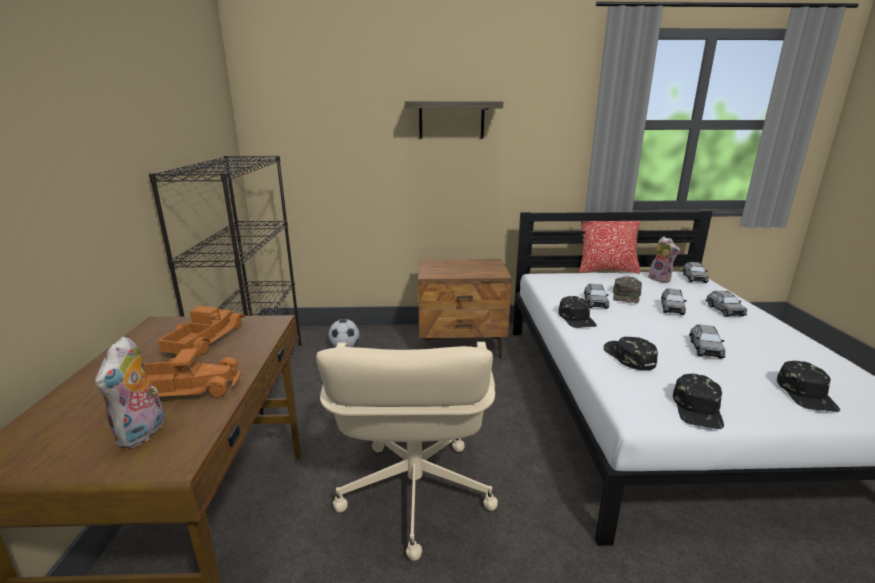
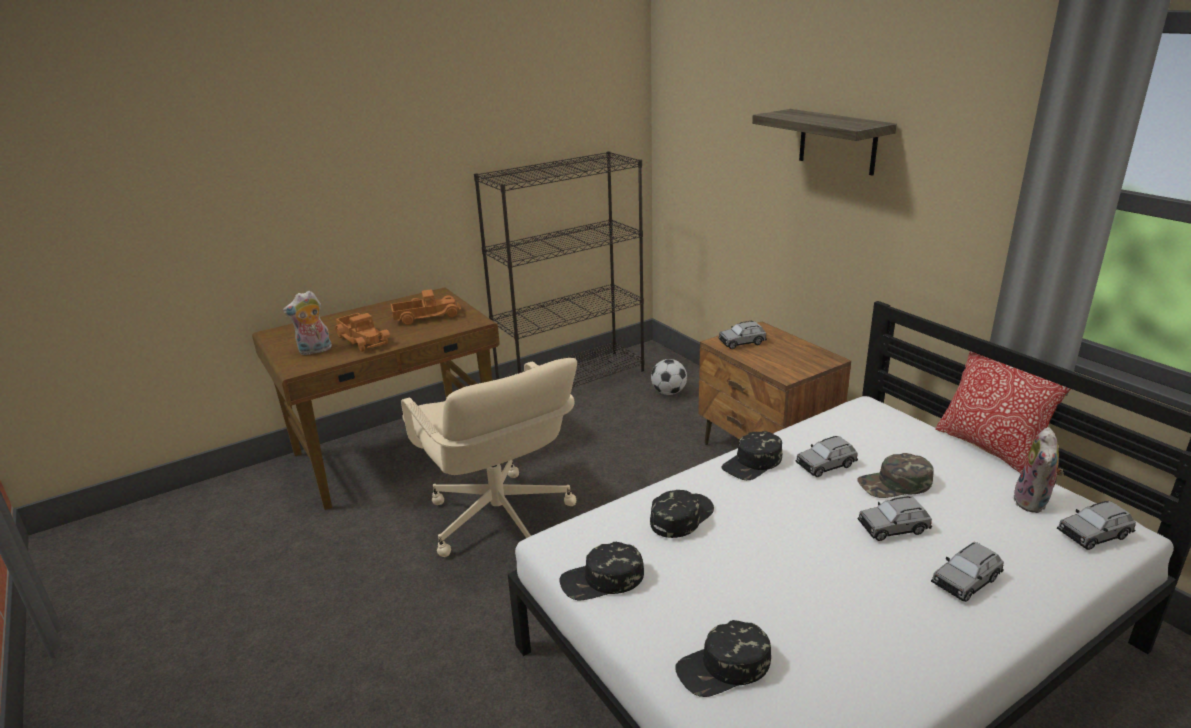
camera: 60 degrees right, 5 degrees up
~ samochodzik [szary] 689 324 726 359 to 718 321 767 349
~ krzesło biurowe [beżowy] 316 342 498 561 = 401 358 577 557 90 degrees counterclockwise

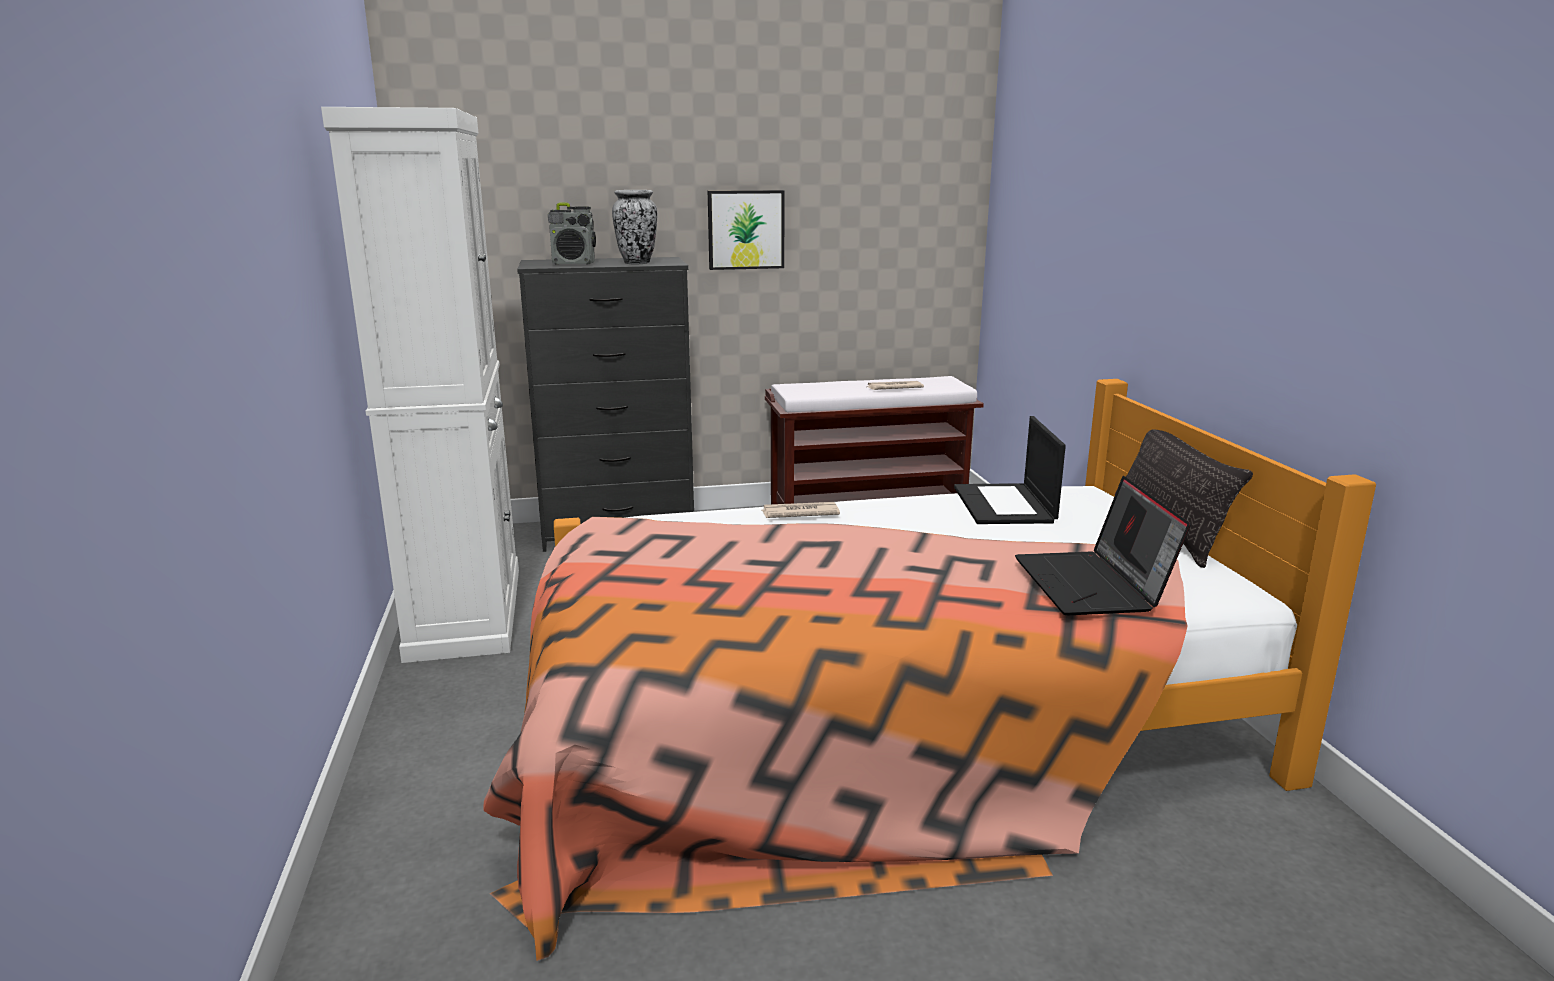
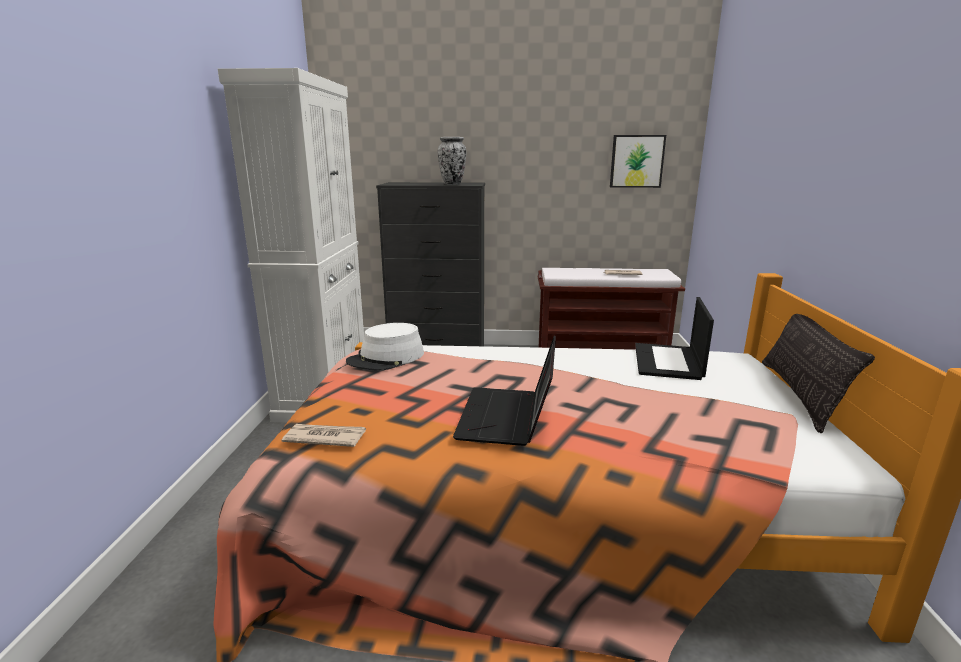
camera: 15 degrees right, 0 degrees up
- radio 548 203 596 265
+ kapelusz [biały] 346 323 424 371
~ obraz 708 190 784 270 to 610 135 666 188
~ gazeta 762 502 840 518 to 282 424 366 447
~ laptop 1015 476 1191 615 to 453 335 556 446

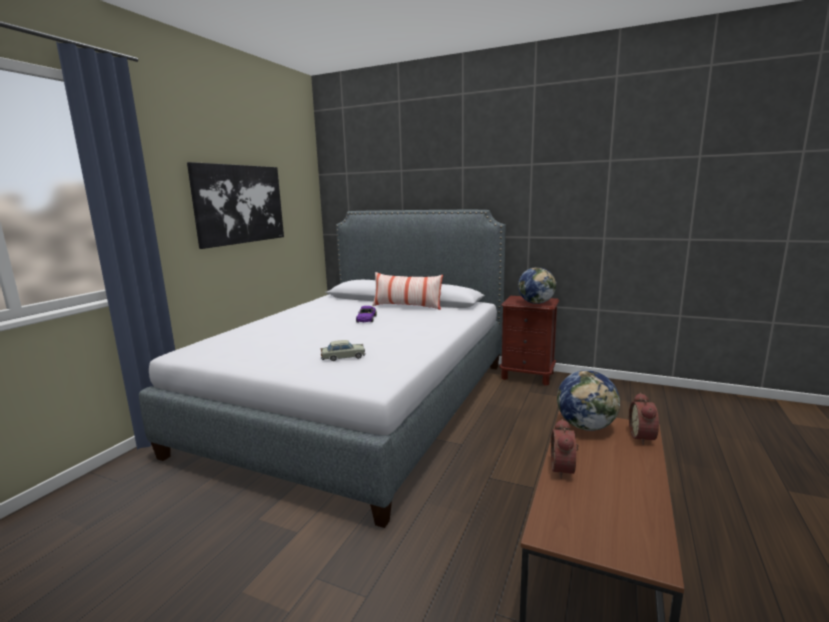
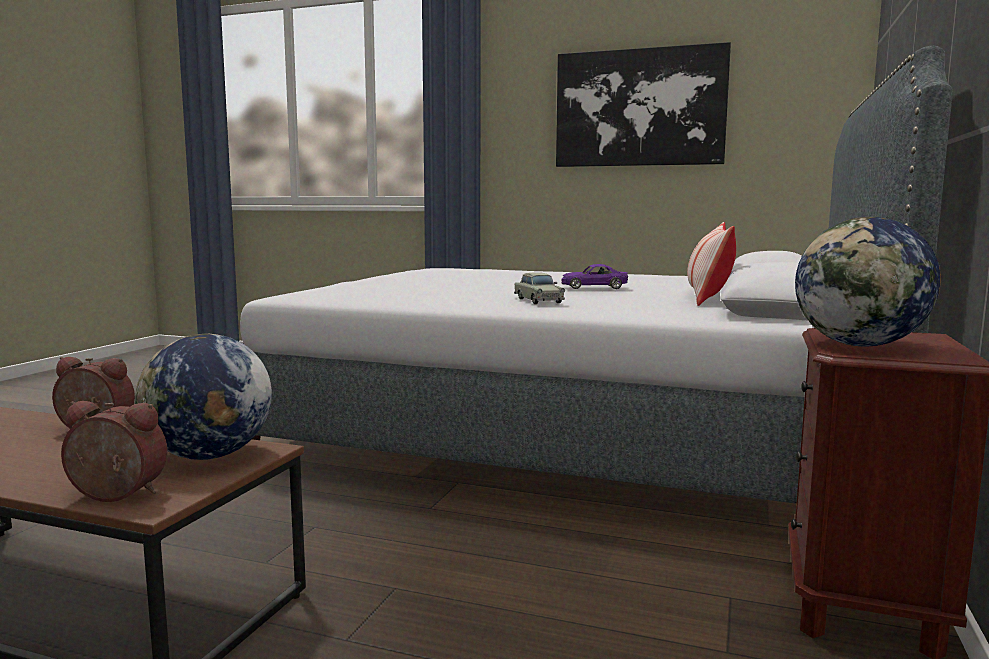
camera: 85 degrees right, 5 degrees down
~ samochodzik [beżowy] 321 340 366 361 to 514 272 565 304

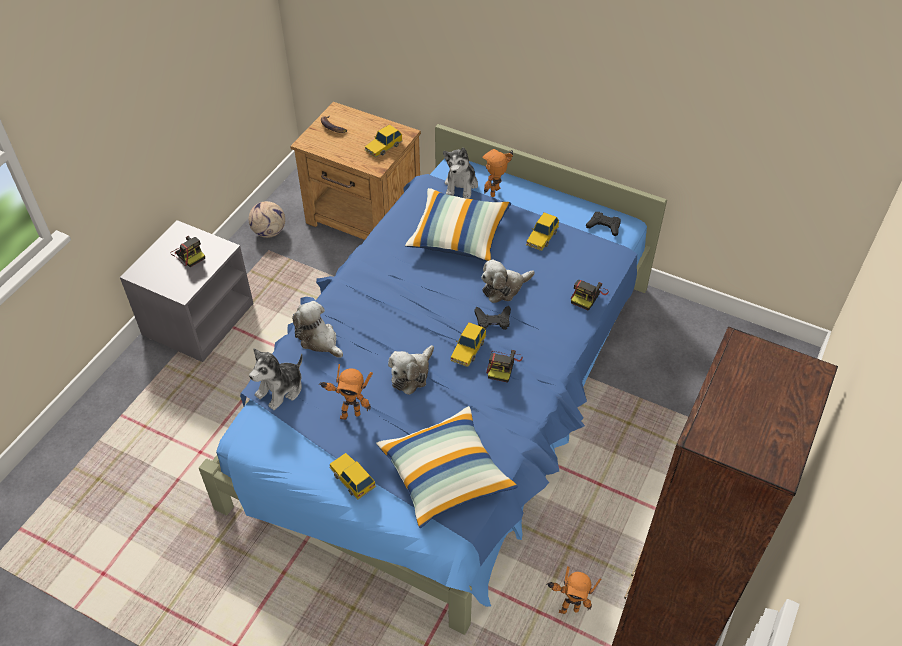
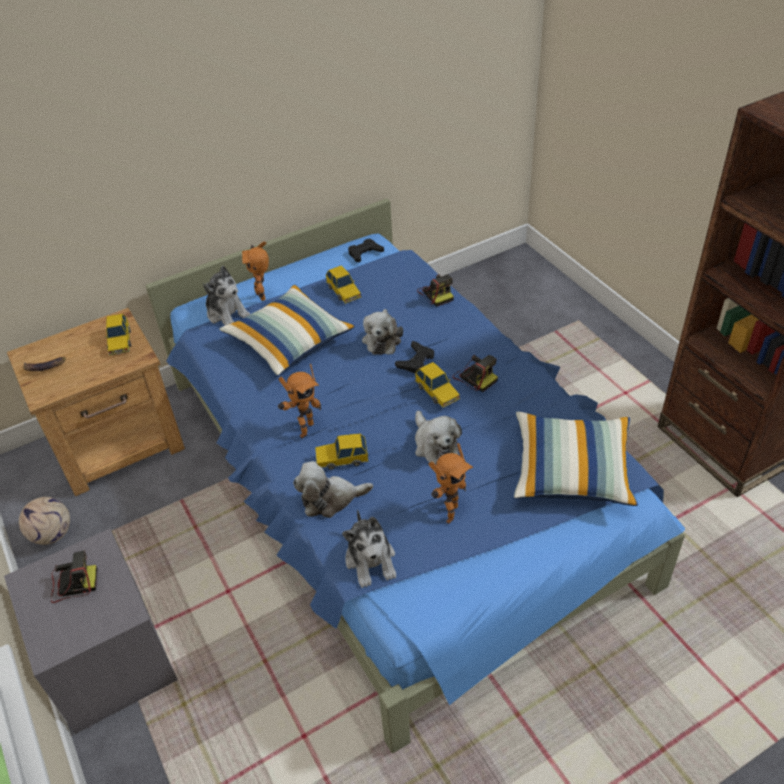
camera: 55 degrees left, 5 degrees down
~ samochodzik 329 453 376 500 to 315 433 369 470
~ robot zabawkowy 546 566 601 614 to 278 364 321 438

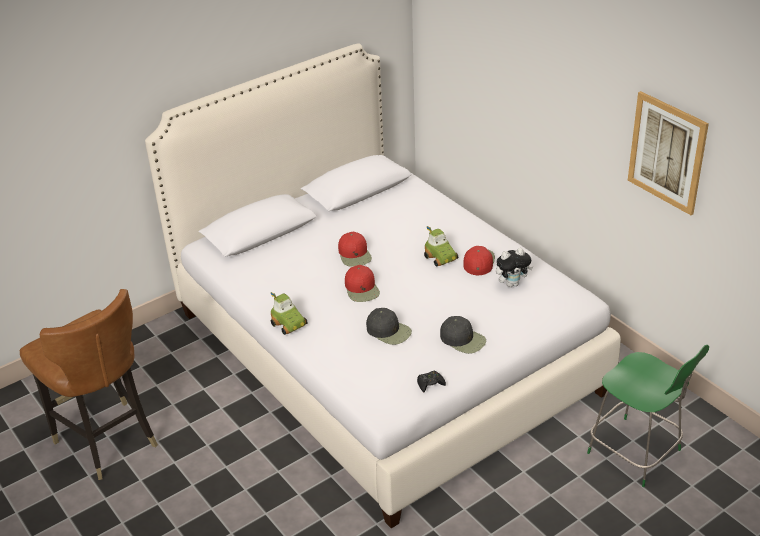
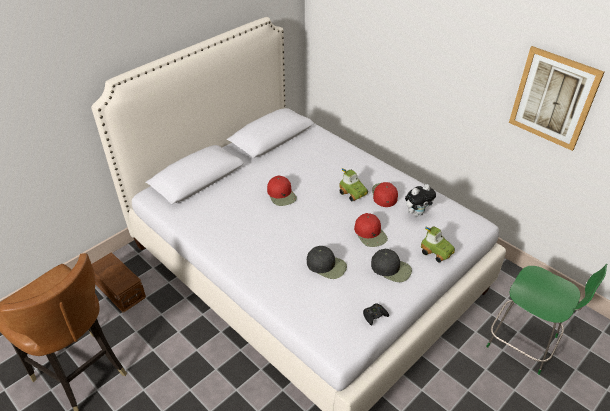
camera: 10 degrees left, 5 degrees up
+ pojemnik do przechowywania [brązowy] 92 252 146 313
~ samochodzik 271 292 308 335 to 421 226 455 263
~ czapka z daszkiem [czerwony] 345 265 380 302 to 354 213 388 247

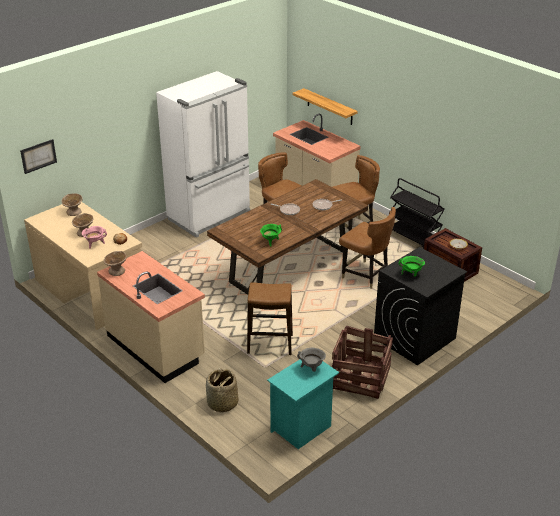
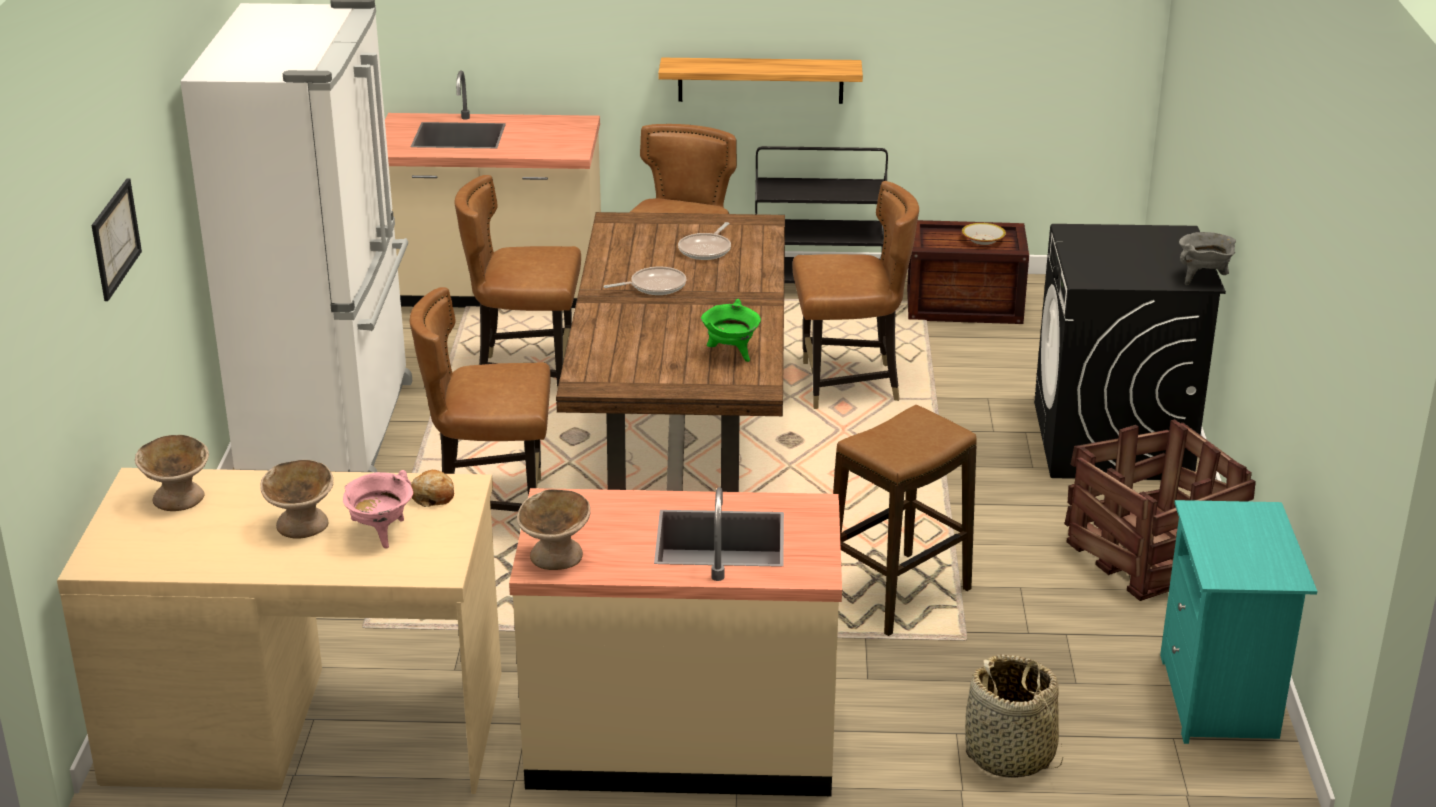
camera: 45 degrees left, 5 degrees down
- garnek [zielony] 399 256 425 277
+ krzesło [brązowy] 410 287 551 512
~ obraz 20 139 57 174 to 92 178 142 301
~ półka 292 88 358 125 to 658 58 863 104
~ garnek [szary] 297 348 326 372 to 1179 232 1236 285

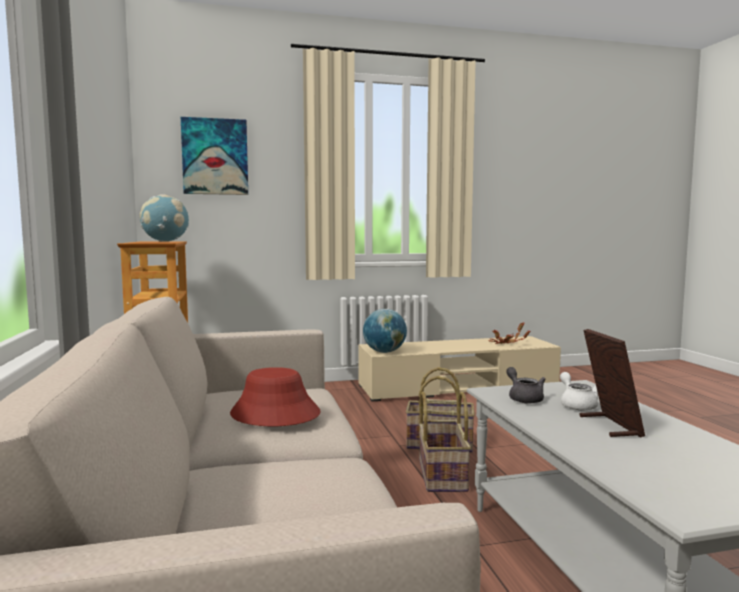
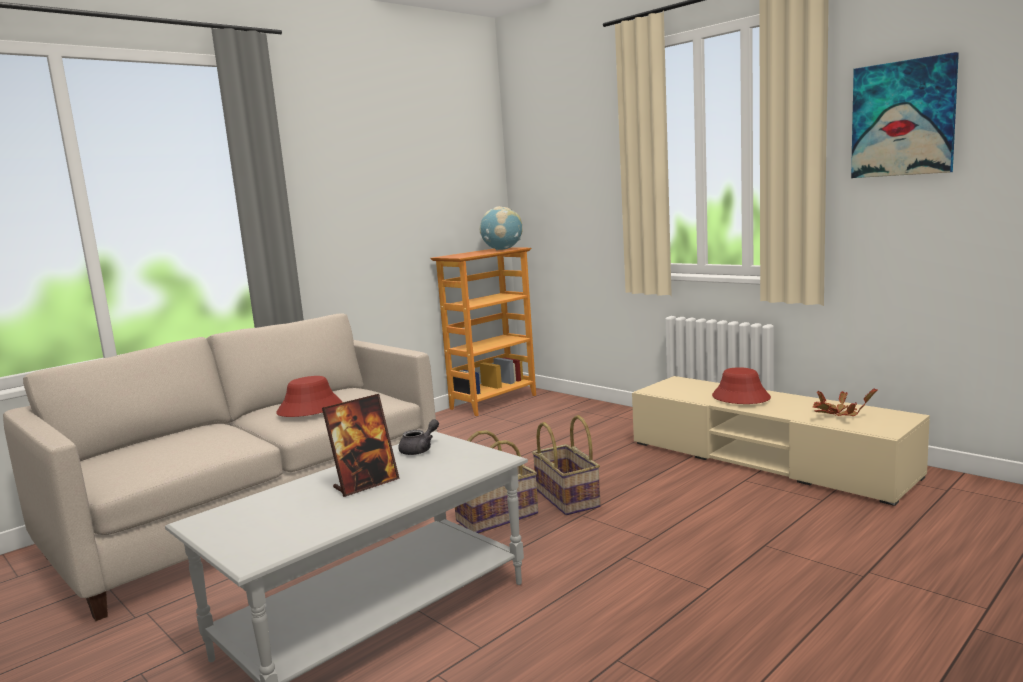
camera: 60 degrees right, 5 degrees up
- globus 363 309 407 353
- imbryk [biały] 560 372 598 410
+ kapelusz [czerwony] 712 367 771 404
~ obraz 181 117 248 195 to 851 52 959 178

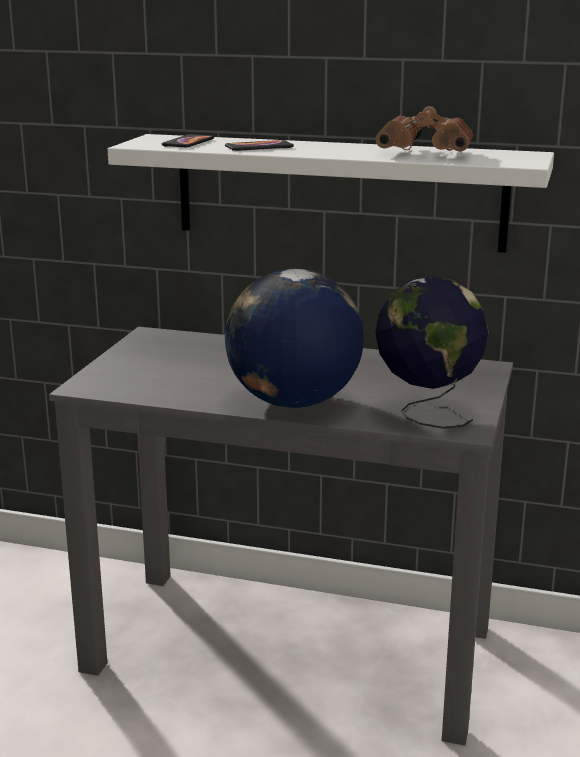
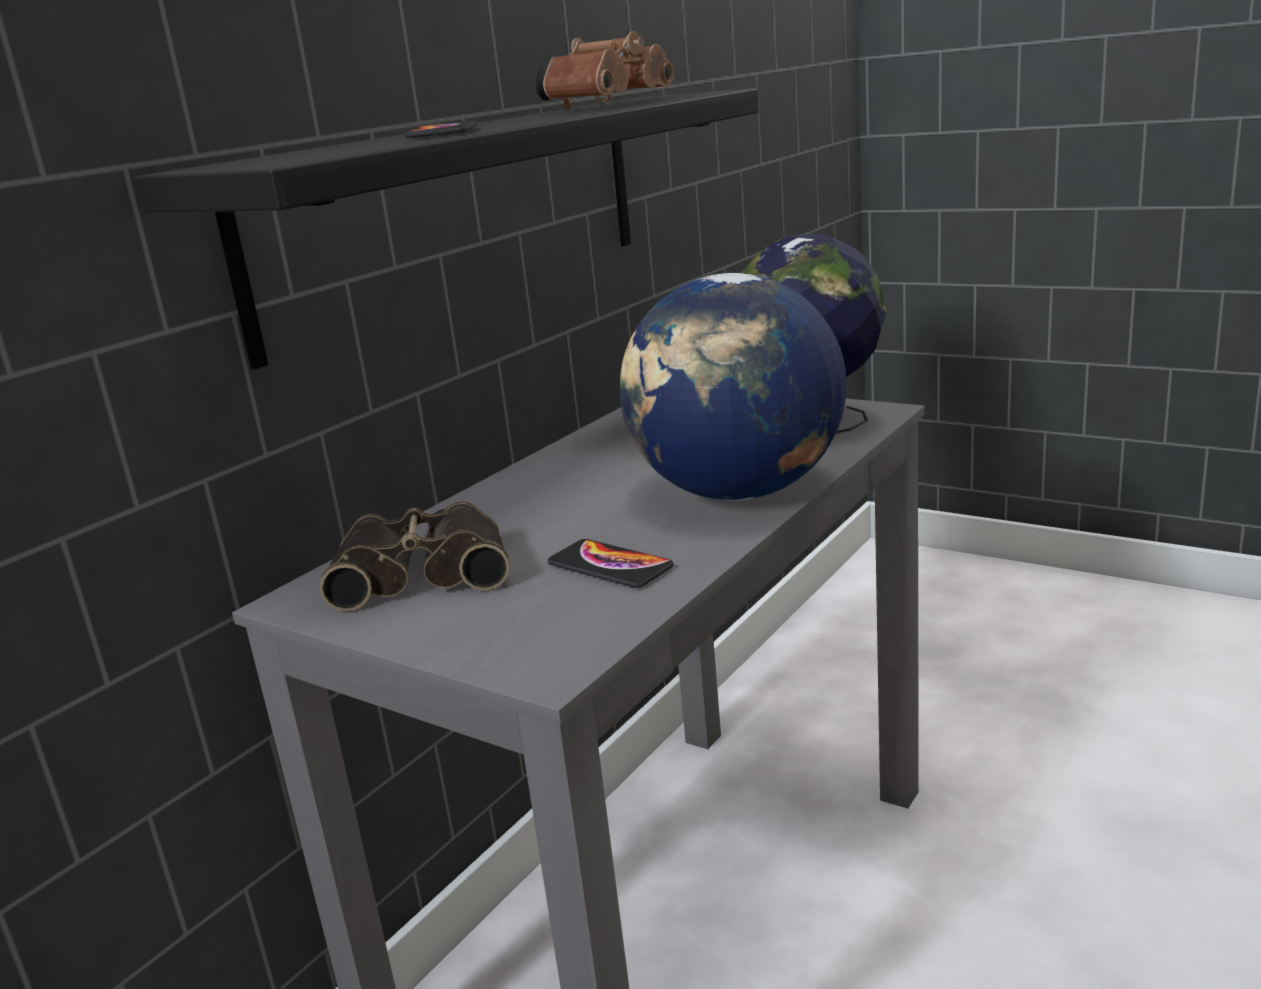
camera: 70 degrees left, 0 degrees up
+ lornetka 319 501 510 611
~ telefon 162 134 214 147 to 548 539 674 588
~ półka [biały] 107 134 554 253 to półka [czarny] 135 88 759 369

